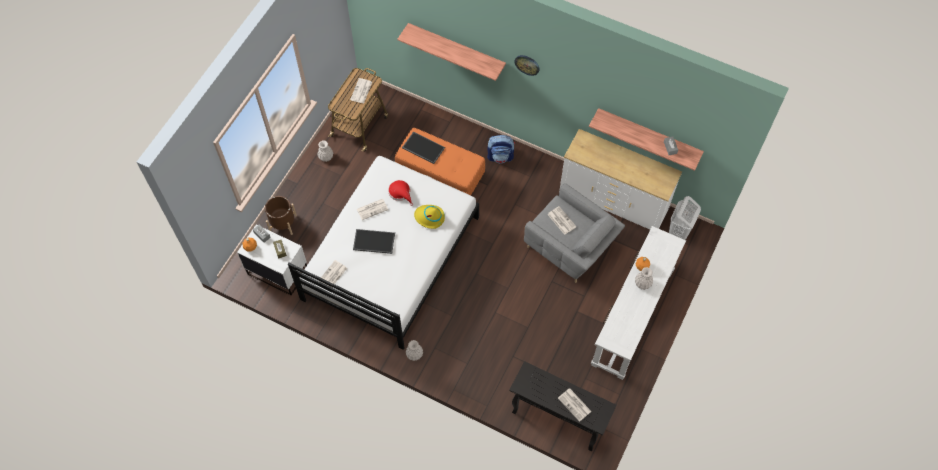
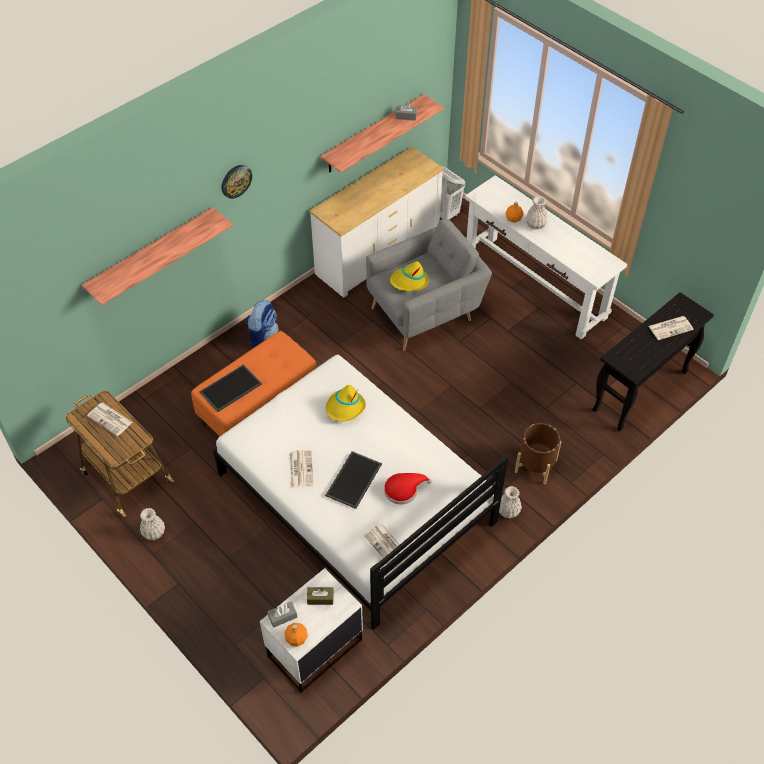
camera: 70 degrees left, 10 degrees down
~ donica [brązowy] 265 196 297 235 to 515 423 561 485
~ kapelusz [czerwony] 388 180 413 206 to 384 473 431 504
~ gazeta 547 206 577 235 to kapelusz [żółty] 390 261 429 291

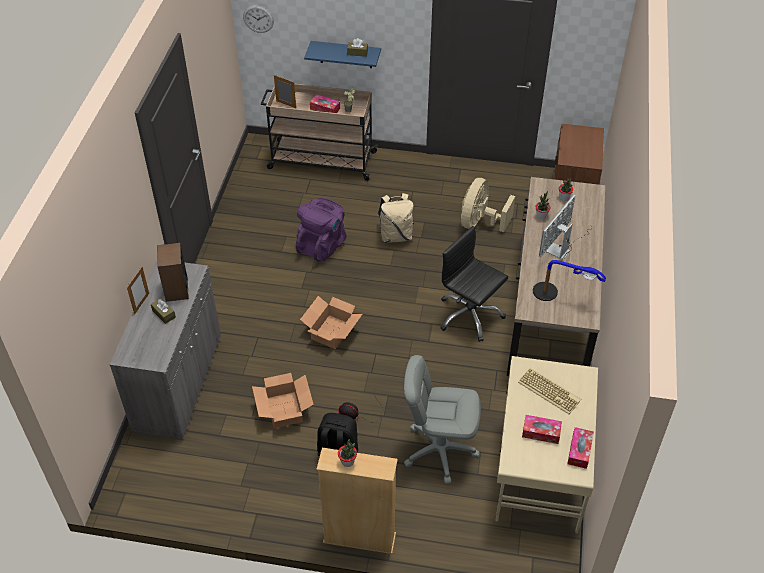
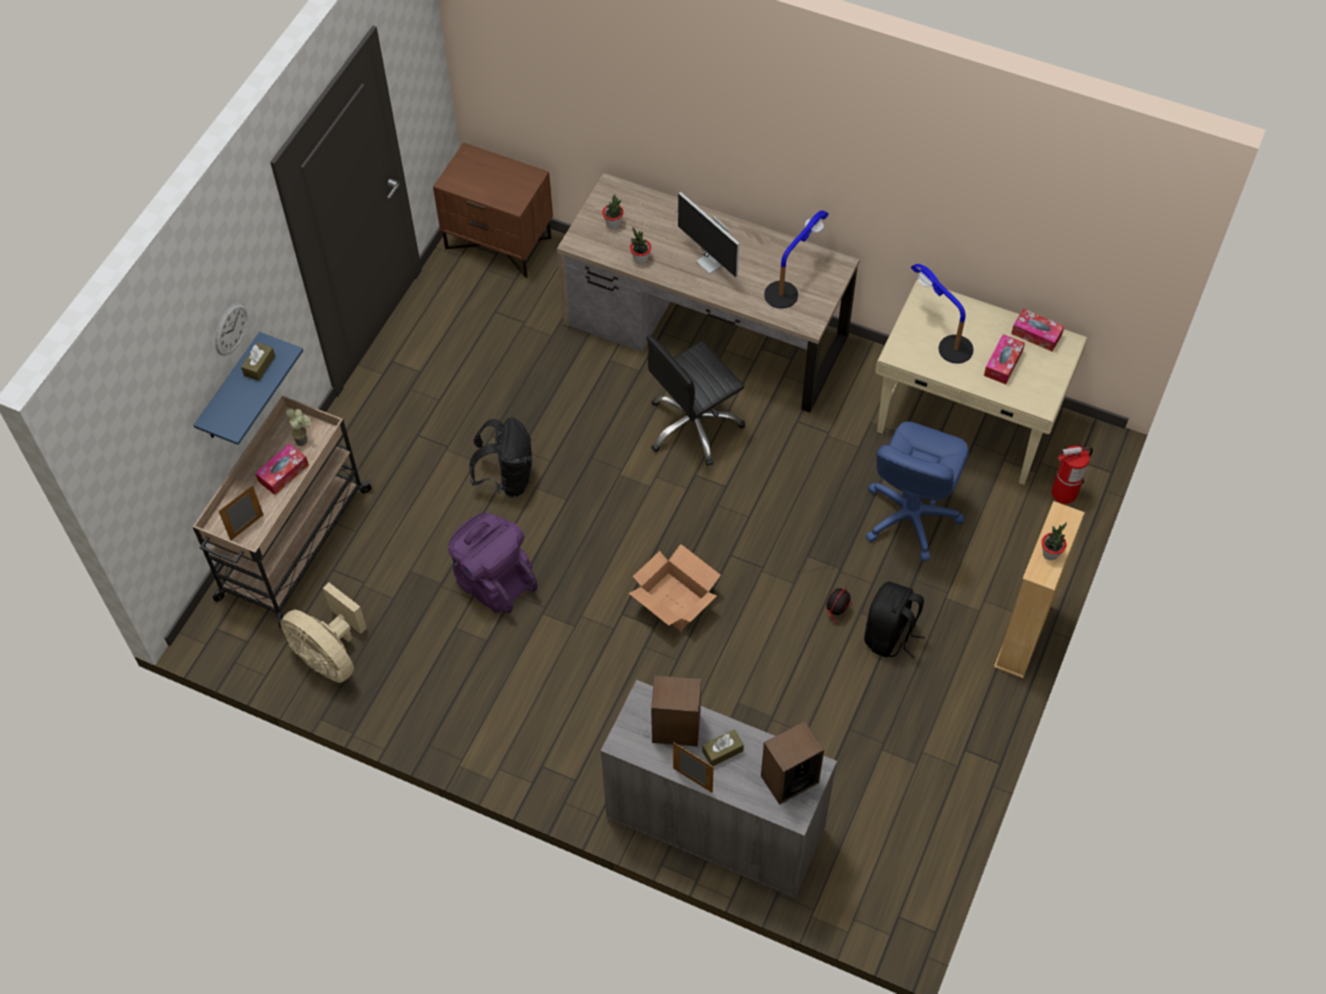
camera: 75 degrees left, 10 degrees up
- karton 252 373 314 428
+ głośnik 761 720 824 805
+ gaśnica 1051 445 1093 504
~ zegar ścienny 243 5 274 33 to 215 303 247 356
~ wentylator [beżowy] 461 178 515 232 to 280 582 367 683
~ klawiatura 518 368 581 414 to lampa stołowa 911 264 973 364
~ plecak [beżowy] 377 193 414 243 to plecak [czarny] 470 417 532 498
~ krzesło biurowe [szary] 404 355 481 484 to krzesło biurowe [niebieski] 866 422 969 561

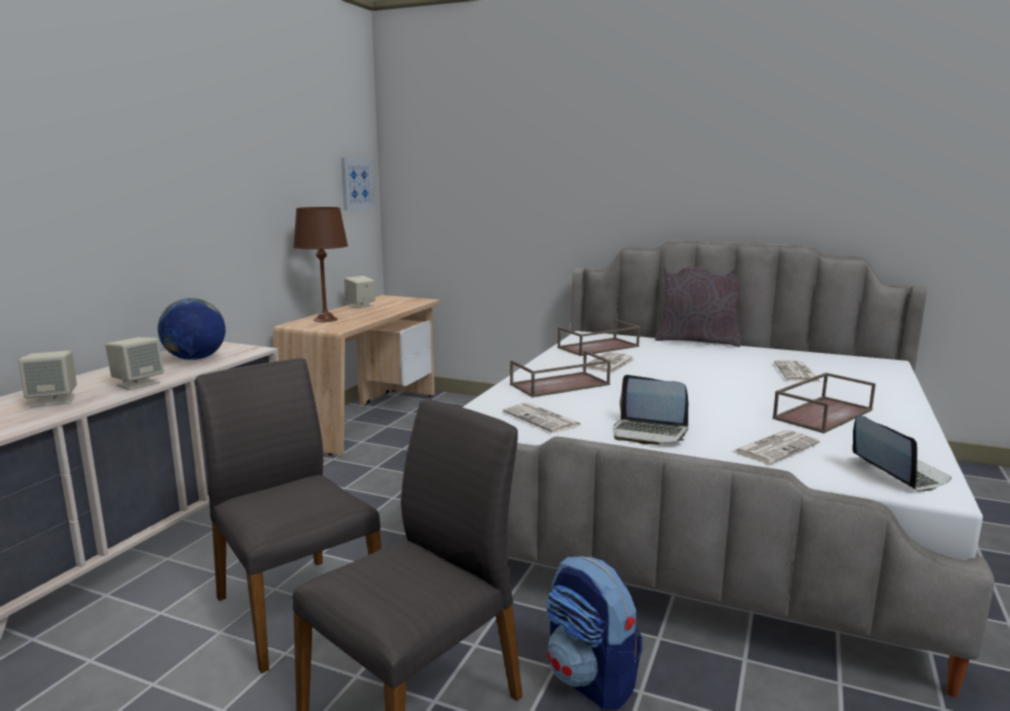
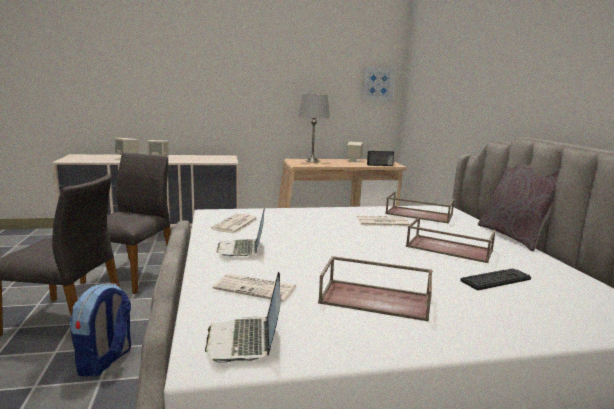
camera: 55 degrees right, 0 degrees up
- globus 158 298 226 360
+ radio 367 151 394 166
~ taca [brązowy] 510 351 611 397 to 406 217 496 263
~ gazeta 774 360 822 383 to klawiatura 460 269 531 290
~ lampa stołowa [brązowy] 293 207 348 322 to lampa stołowa [szary] 298 94 330 162
~ laptop 853 415 951 491 = 205 271 281 364 135 degrees clockwise

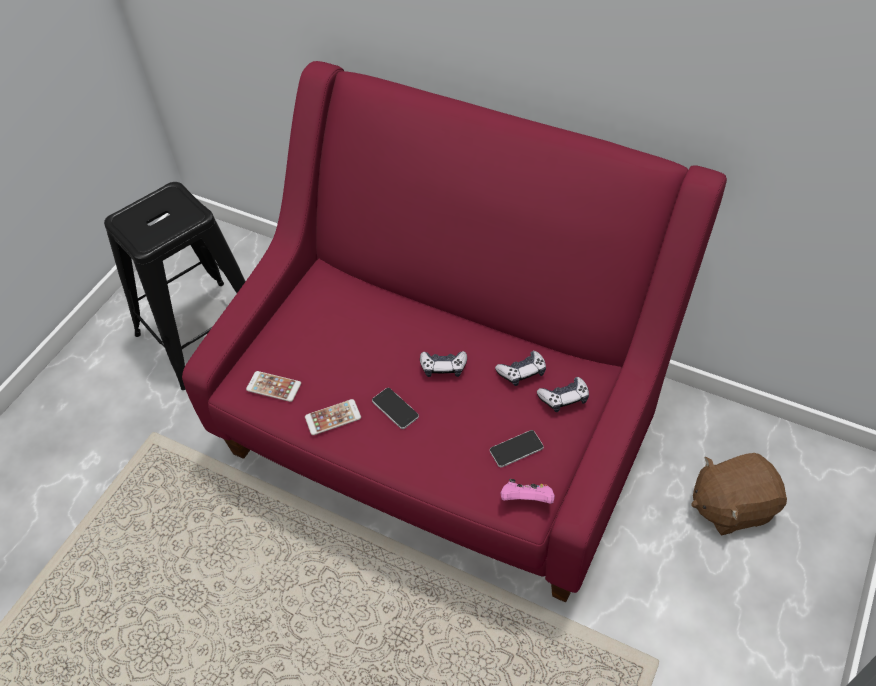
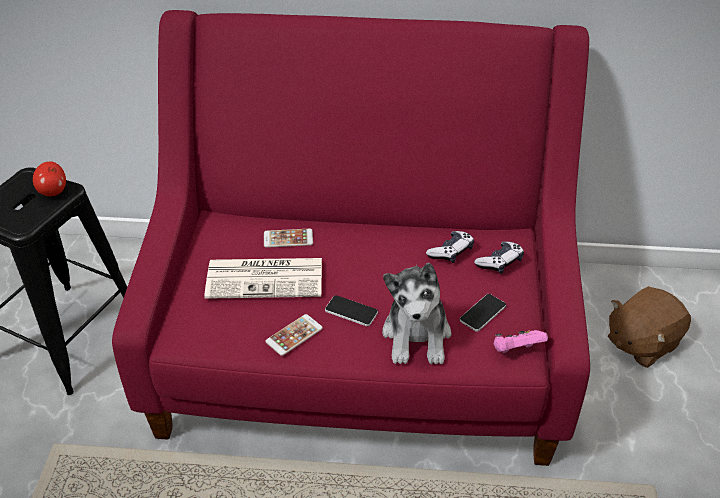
camera: 25 degrees left, 10 degrees down
- pad do gier 420 351 467 377
+ jabłko 33 161 66 196
+ gazeta 204 258 322 299
+ pluszak 382 263 451 364
~ telefon 246 371 301 402 to 264 229 313 248

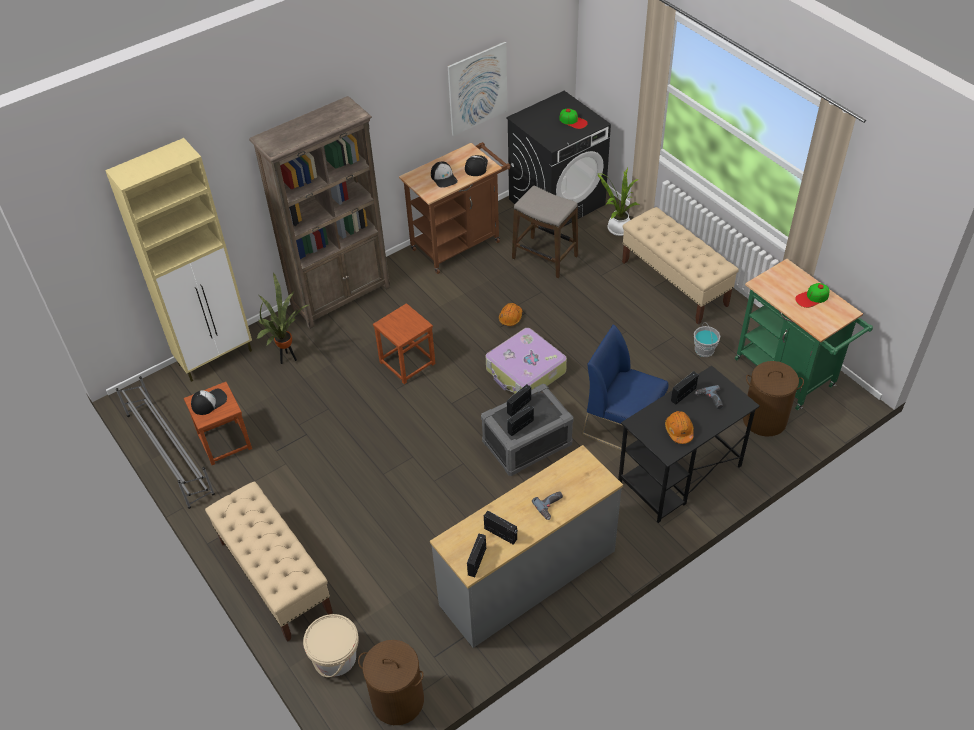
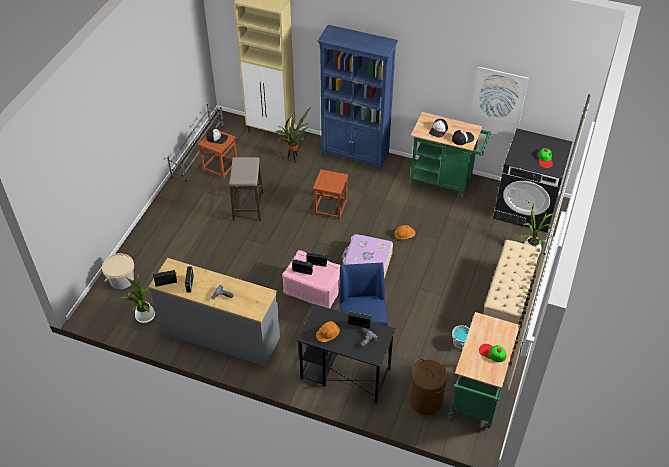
camera: 55 degrees right, 0 degrees up
- ławka [beżowy] 205 481 333 642
- kosz na pranie [brązowy] 358 640 424 725
+ roślina doniczkowa 119 275 155 323
~ stołek 512 185 578 278 to 229 157 263 221
~ regał [brązowy] 249 96 390 329 to regał [niebieski] 317 25 398 171
~ wózek [brązowy] 399 142 510 274 to wózek [zielony] 410 112 491 199
~ pojemnik do przechowywania [szary] 481 384 574 476 to pojemnik do przechowywania [różowy] 282 250 340 308

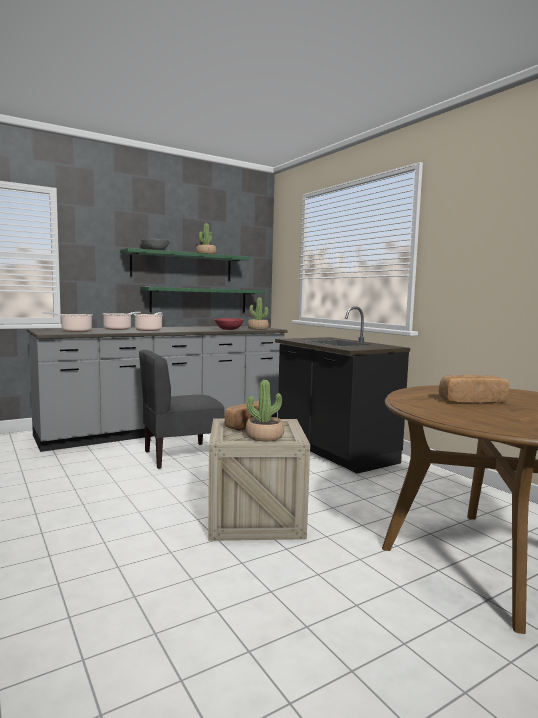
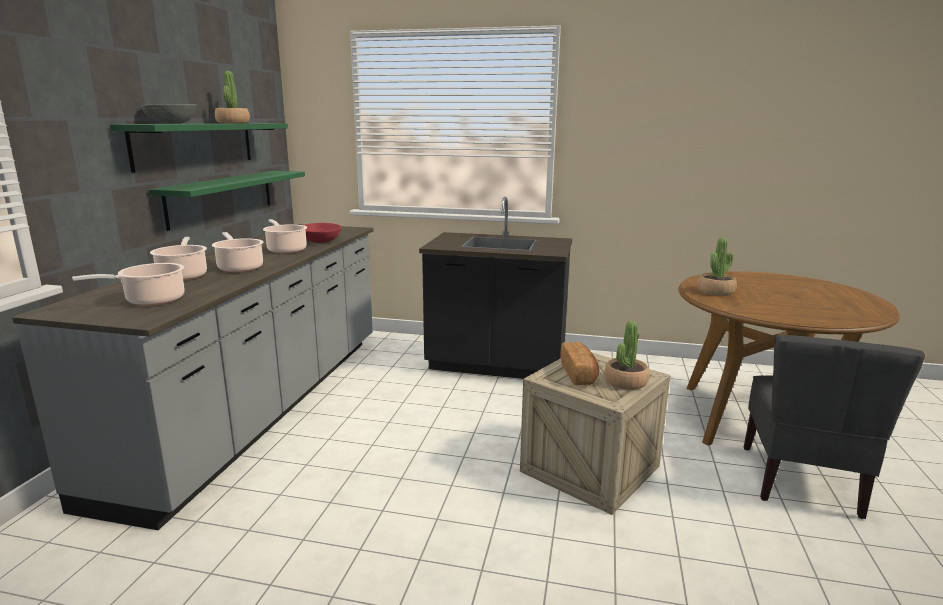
camera: 45 degrees left, 10 degrees up
- chleb 439 375 509 403
+ garnek 263 219 307 253
~ krzesło [szary] 139 350 225 469 to 744 335 925 519
~ roślina doniczkowa 248 297 269 330 to 697 237 737 296

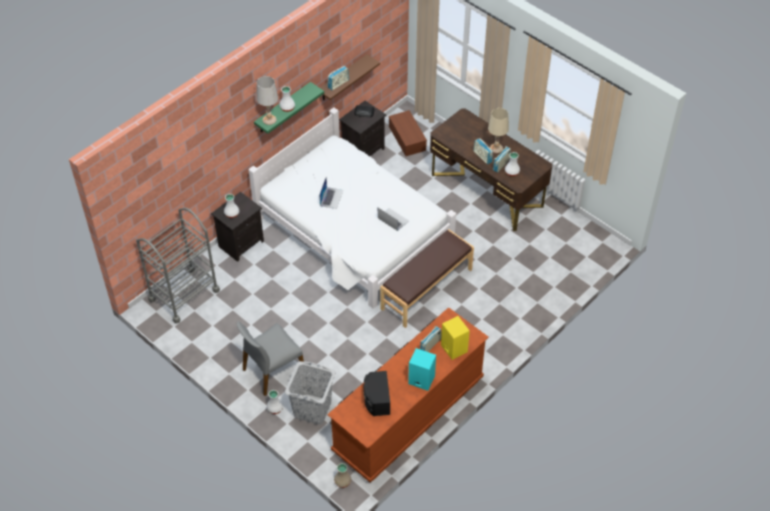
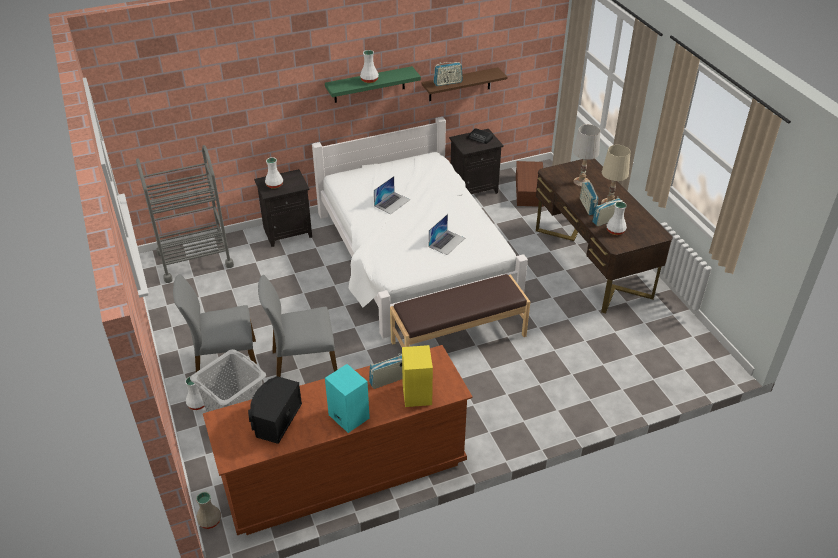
camera: 25 degrees right, 10 degrees down
+ krzesło [szary] 258 275 338 377
~ lampa stołowa [biały] 256 76 278 125 to 573 124 600 187
~ laptop 378 208 409 231 = 429 214 465 255 60 degrees clockwise

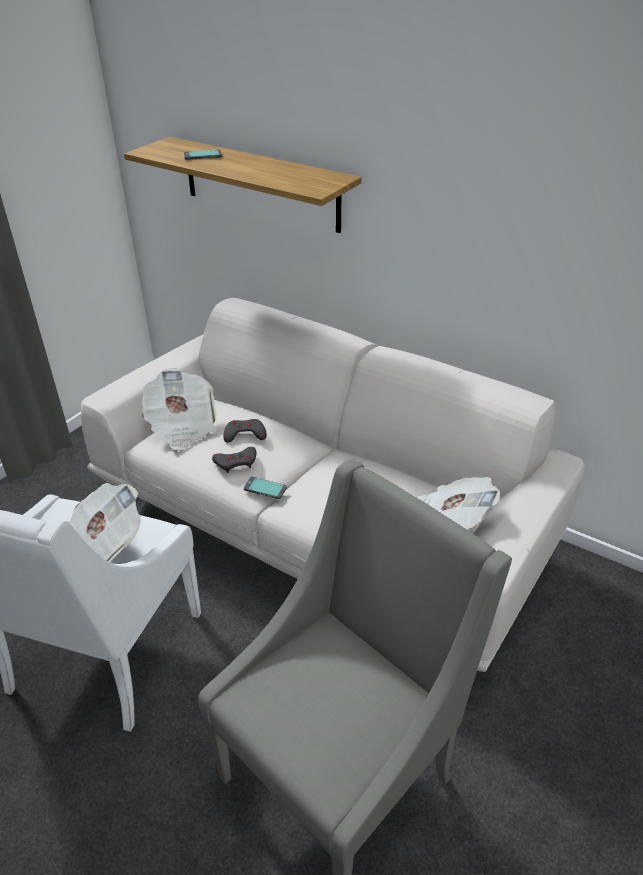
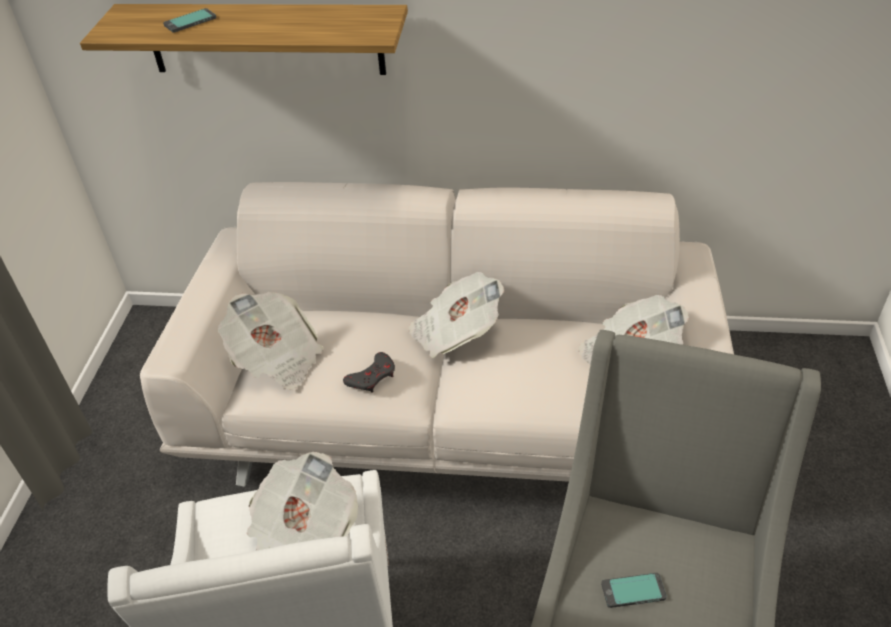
camera: 25 degrees left, 5 degrees up
- pad do gier [szary] 223 419 267 443
+ gazeta 408 272 504 358
~ telefon 244 477 287 499 to 601 573 667 608

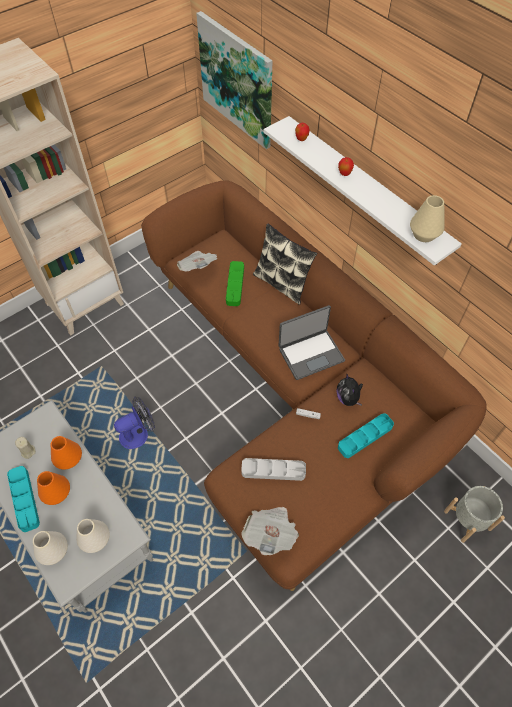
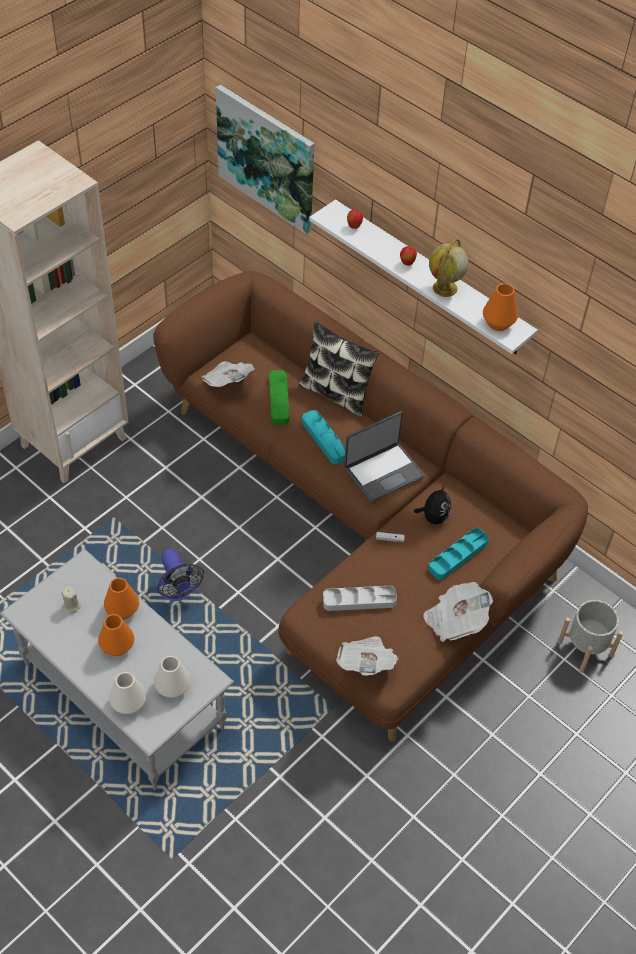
camera: 10 degrees left, 5 degrees down
+ gazeta 423 582 493 642
+ globus 429 239 468 297
~ taca [turkusowy] 7 466 40 532 to 302 410 345 464
~ wazon [beżowy] 410 195 445 242 to wazon [pomarańczowy] 483 283 518 331
~ wentylator 114 396 155 449 = 157 549 204 601 105 degrees clockwise
~ pluszak 336 373 363 406 = 414 485 451 524 135 degrees counterclockwise

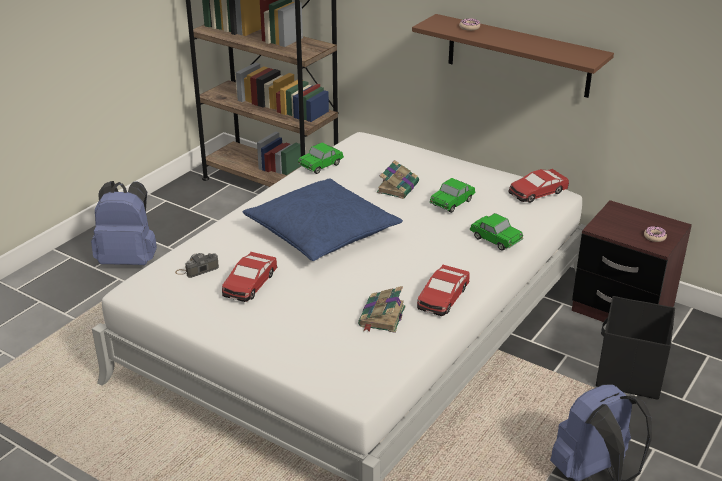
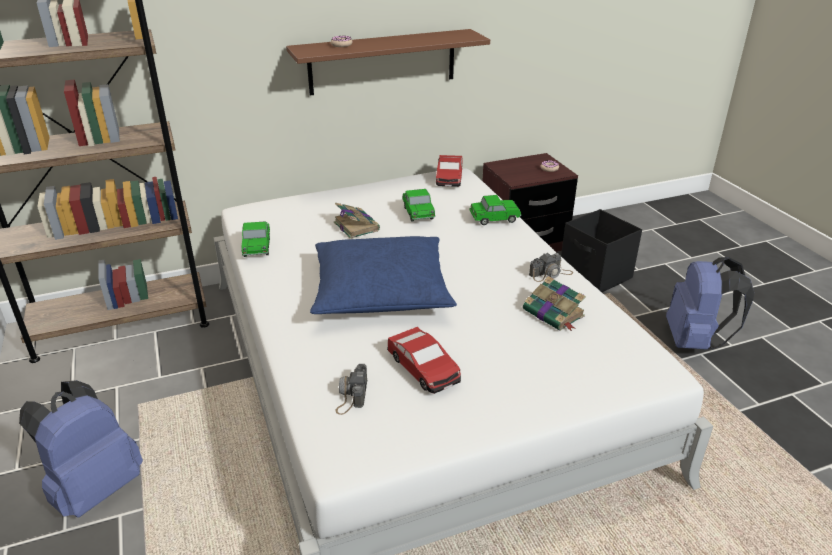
camera: 55 degrees left, 0 degrees up
~ samochodzik 417 265 470 316 to aparat fotograficzny 529 253 573 282

